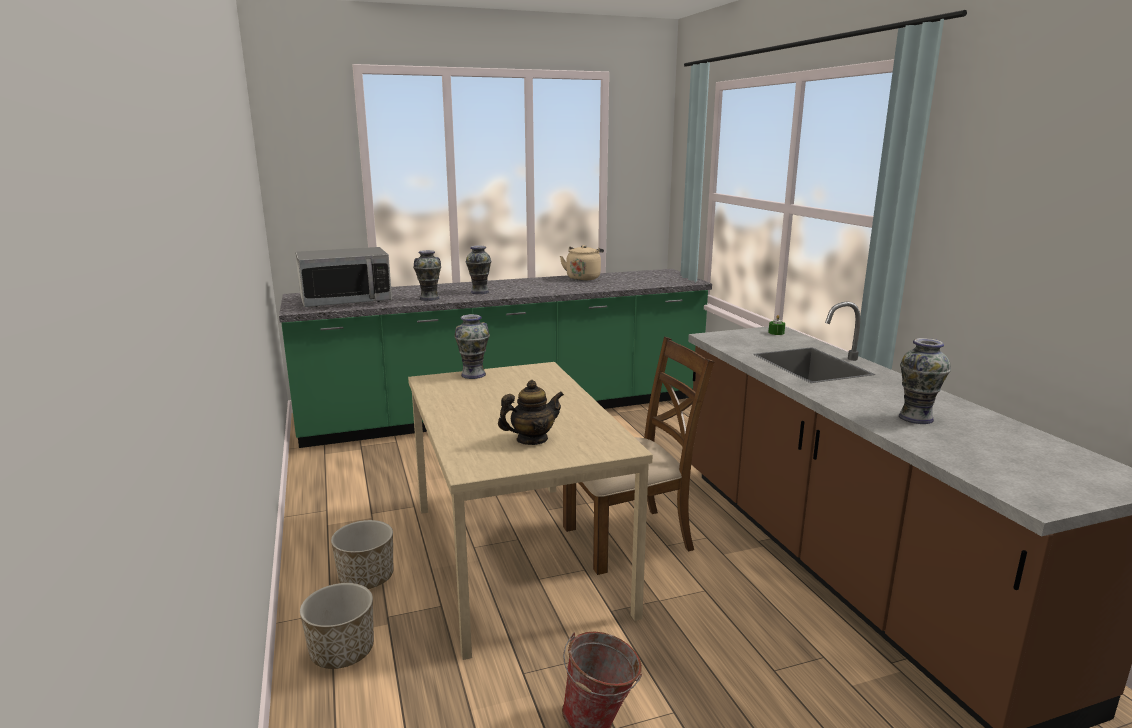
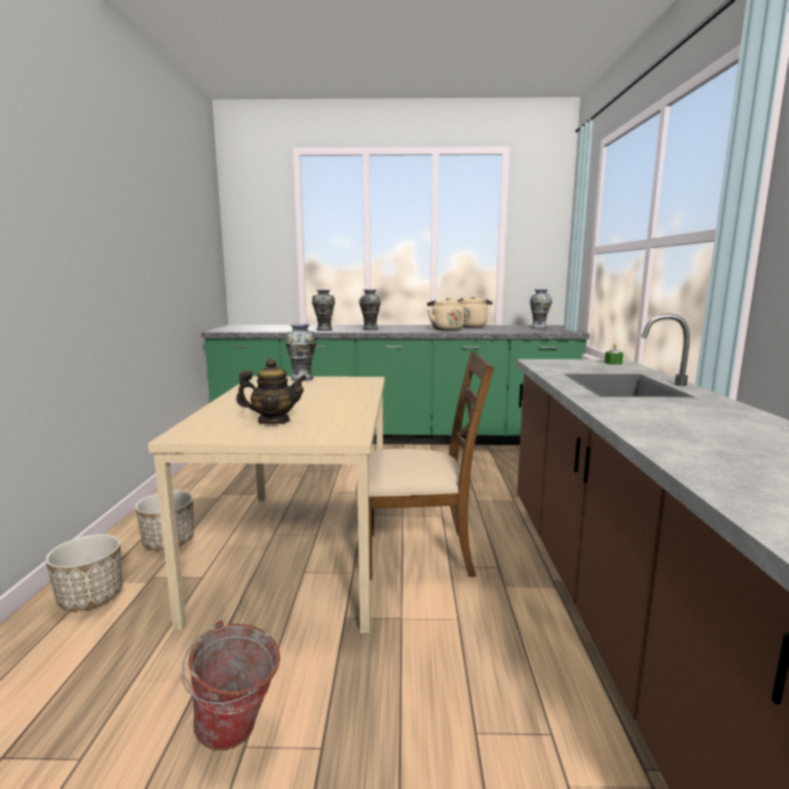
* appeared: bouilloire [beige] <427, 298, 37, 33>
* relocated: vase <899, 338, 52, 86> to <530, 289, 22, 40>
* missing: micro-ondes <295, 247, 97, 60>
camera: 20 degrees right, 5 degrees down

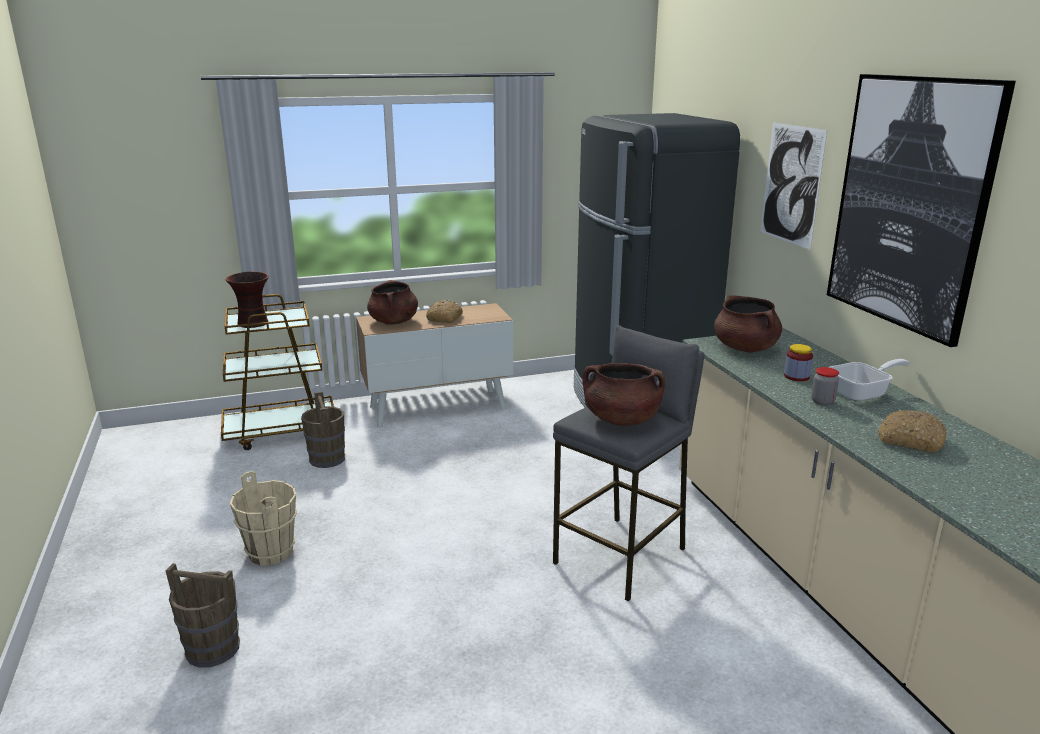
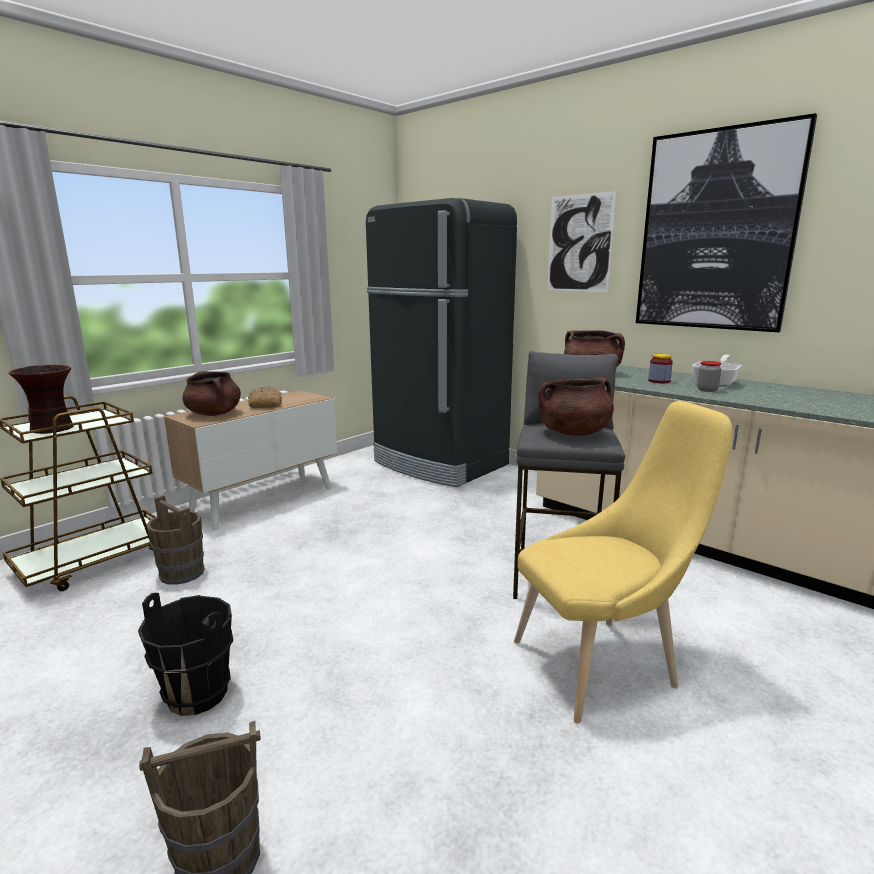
* colour: seau [beige] <230, 471, 67, 94> to seau [noir] <138, 593, 95, 123>
* appeared: chaise [jaune] <514, 401, 218, 323>
* missing: pain <878, 410, 69, 42>
camera: 30 degrees left, 5 degrees down

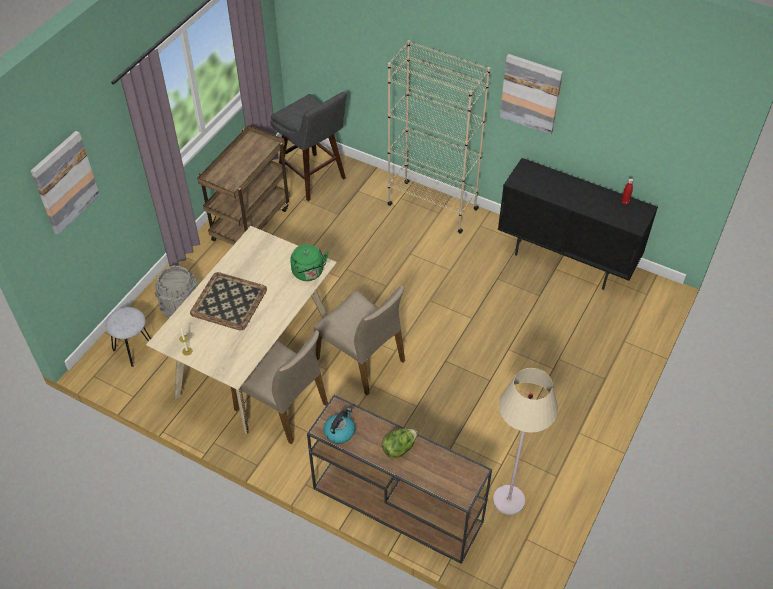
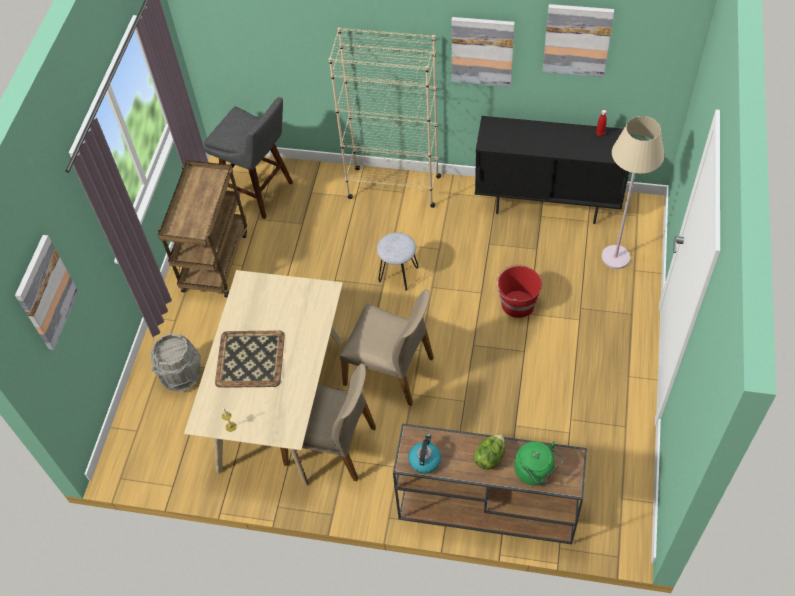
* relocated: tabouret [gris] <106, 307, 45, 60> to <377, 232, 41, 59>
* appeared: seau [rouge] <496, 264, 46, 54>
* relocated: bouilloire [vert] <290, 244, 39, 37> to <514, 441, 49, 45>
* appeared: tableau <542, 4, 72, 73>
* relocated: lampadaire [beige] <493, 368, 65, 147> to <601, 116, 63, 153>
camera: 15 degrees left, 5 degrees up

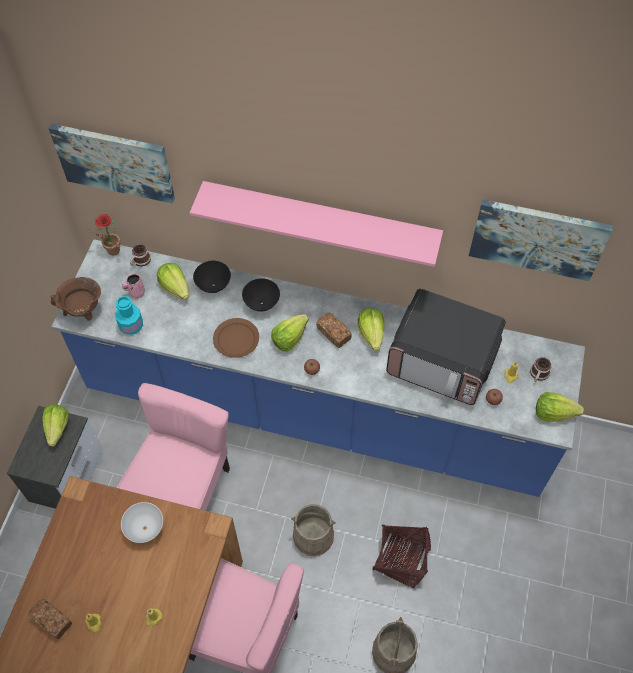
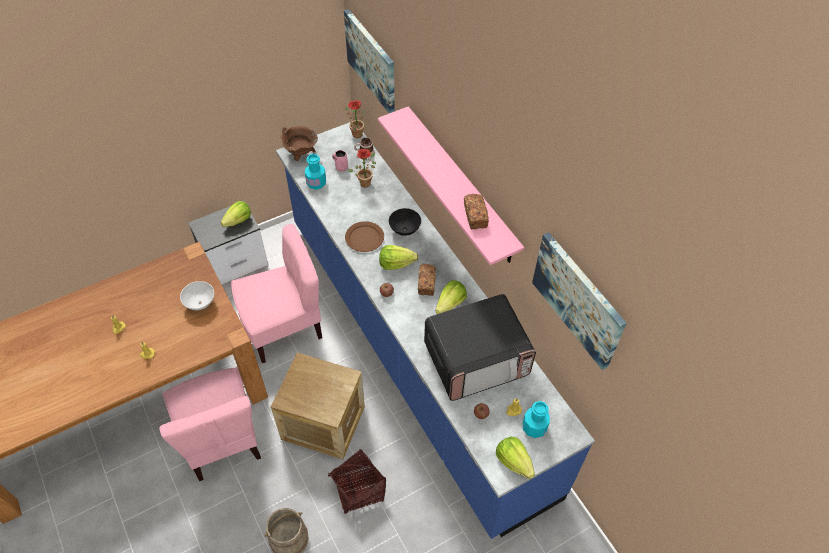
* exchanged: seau [beige] <291, 504, 45, 52> to caisse <271, 352, 94, 108>
* exchanged: laitue <157, 263, 32, 37> to plante en pot <348, 149, 28, 38>
* spun: micro-ondes <386, 289, 120, 116> = <424, 294, 112, 107> 90 degrees counterclockwise
* relocated: pain <28, 599, 44, 40> to <464, 194, 25, 35>
* exchanged: mug <530, 357, 21, 25> to bouteille [turquoise] <523, 401, 27, 37>
* missing: bol [noir] <193, 261, 38, 32>
camera: 45 degrees right, 5 degrees down

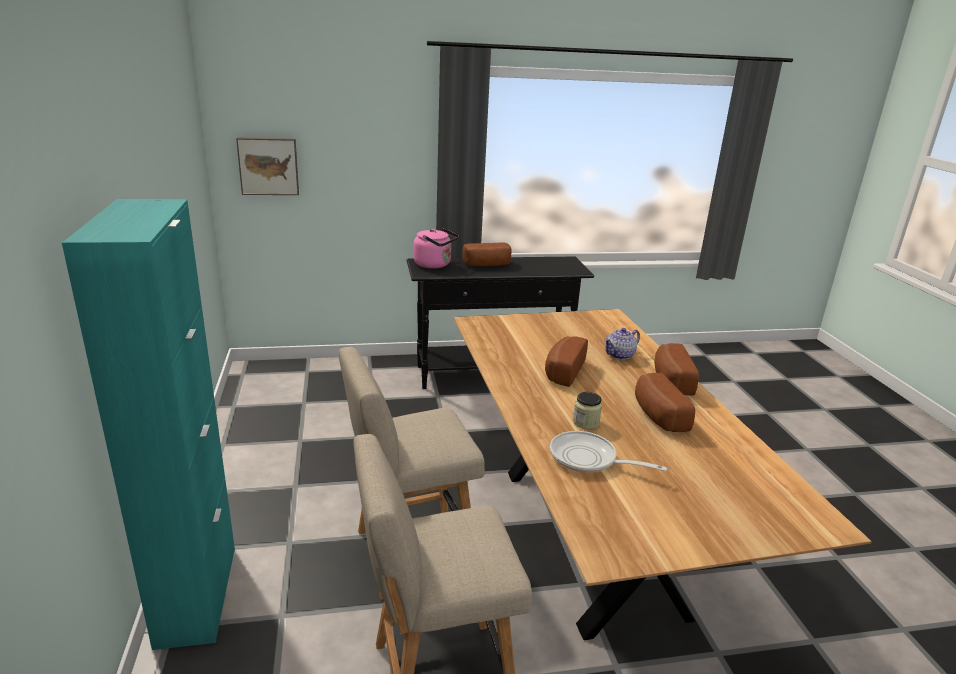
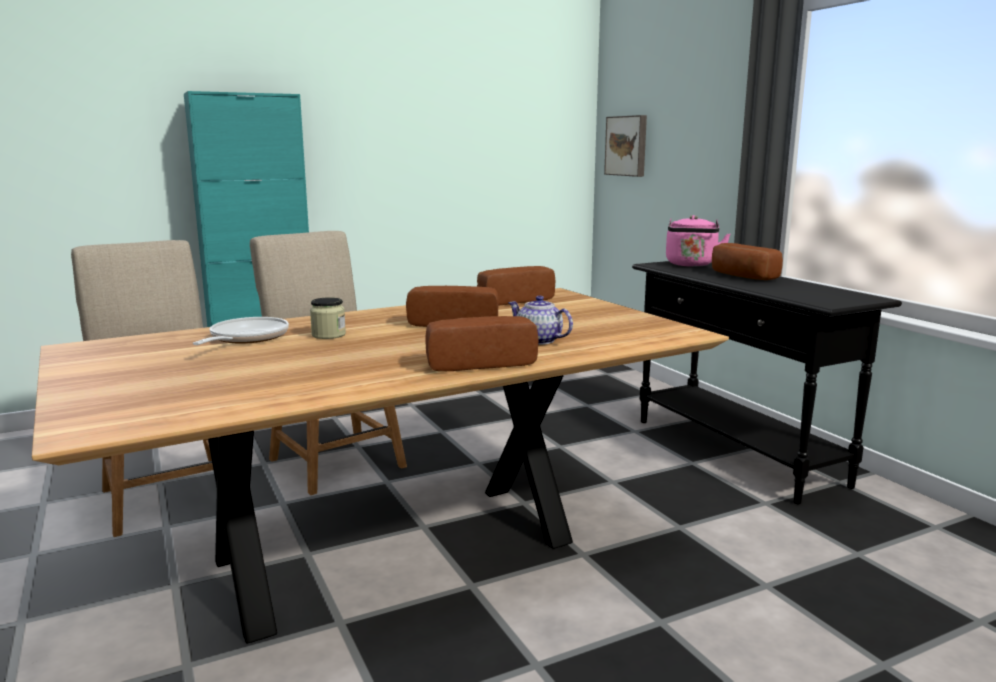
* relocated: pain <635, 373, 60, 59> to <477, 266, 79, 39>
camera: 75 degrees right, 10 degrees down

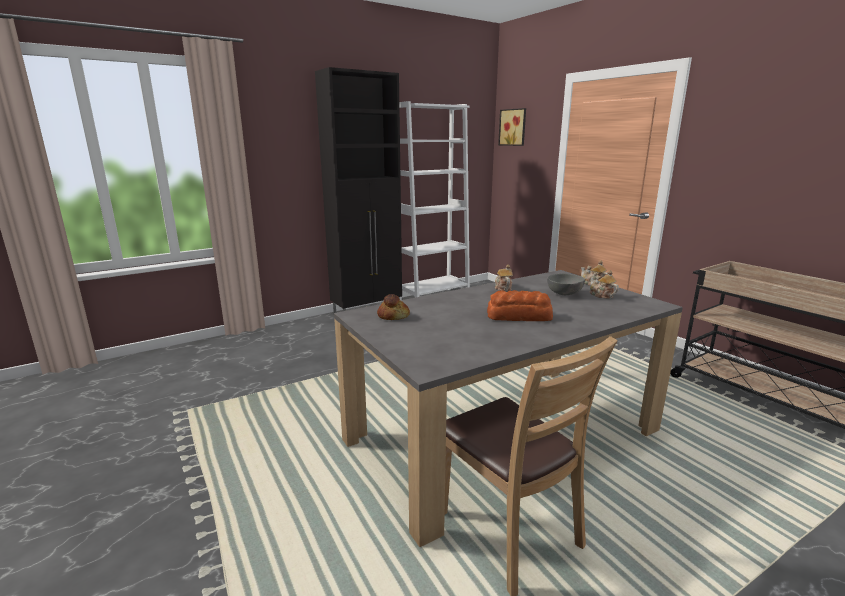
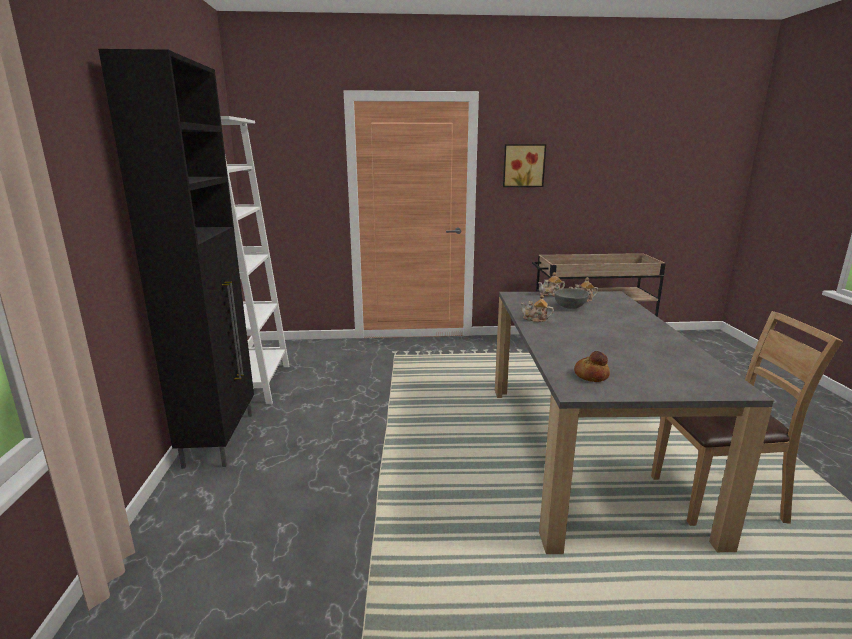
* relocated: tableau <498, 108, 28, 38> to <503, 144, 43, 43>
* missing: pain <487, 290, 66, 31>
camera: 60 degrees left, 0 degrees up

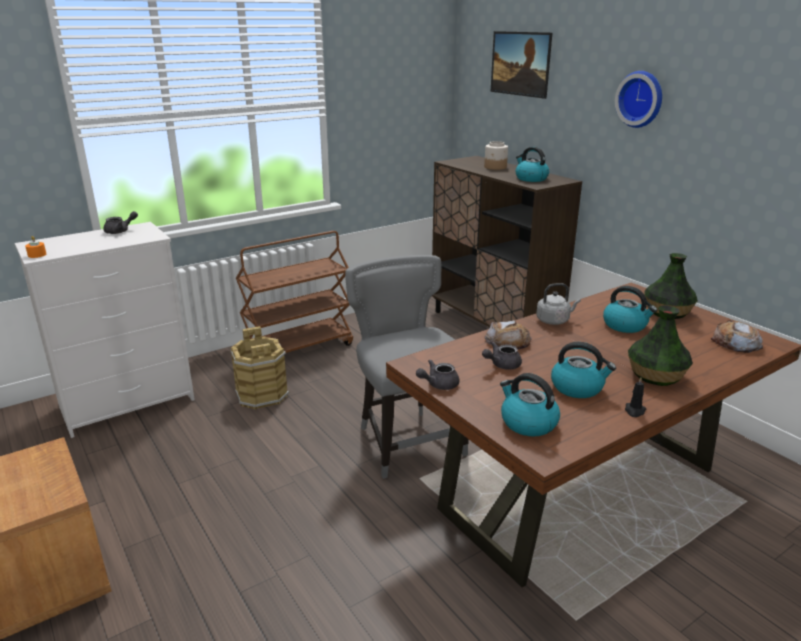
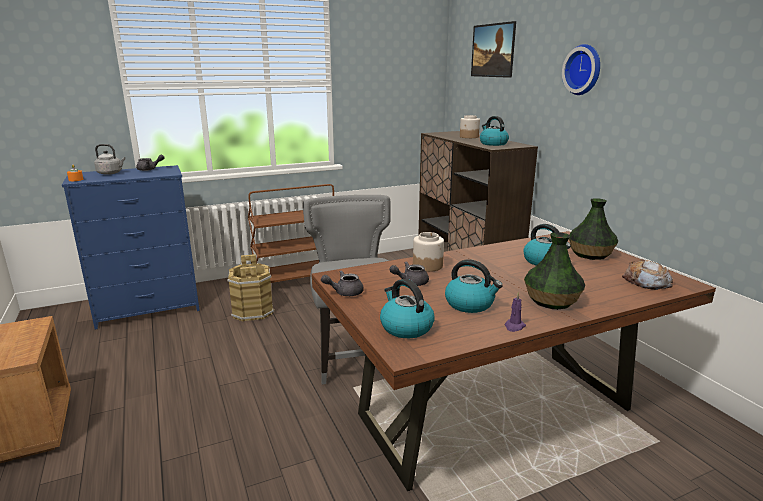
* colour: commode [blanc] <15, 222, 180, 216> to commode [bleu] <62, 165, 138, 164>
* relocated: bouilloire [gris] <536, 283, 45, 42> to <94, 144, 31, 31>
* exchanged: pain <485, 320, 47, 29> to bocal <413, 232, 31, 40>
* colour: bougie [noir] <625, 377, 21, 40> to bougie [violet] <505, 292, 21, 40>
camera: 10 degrees right, 5 degrees down

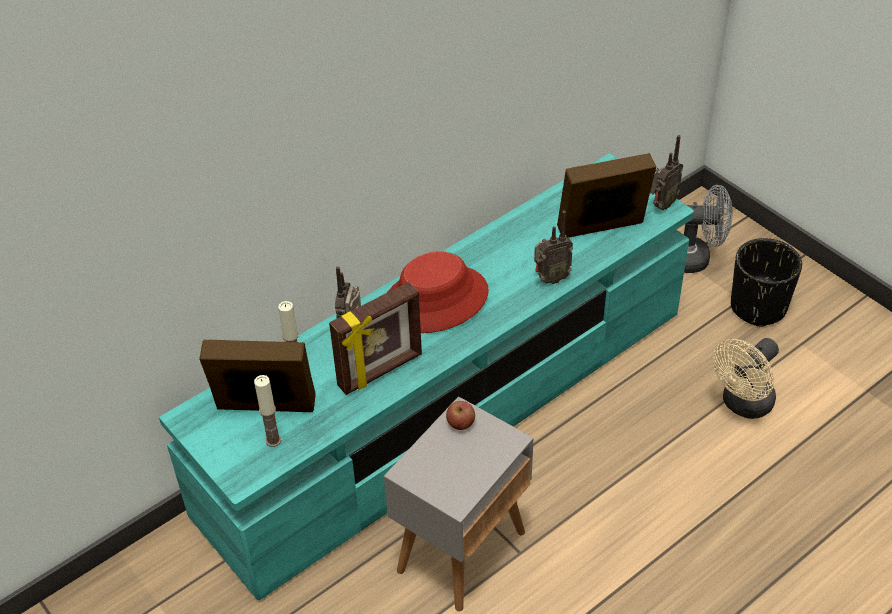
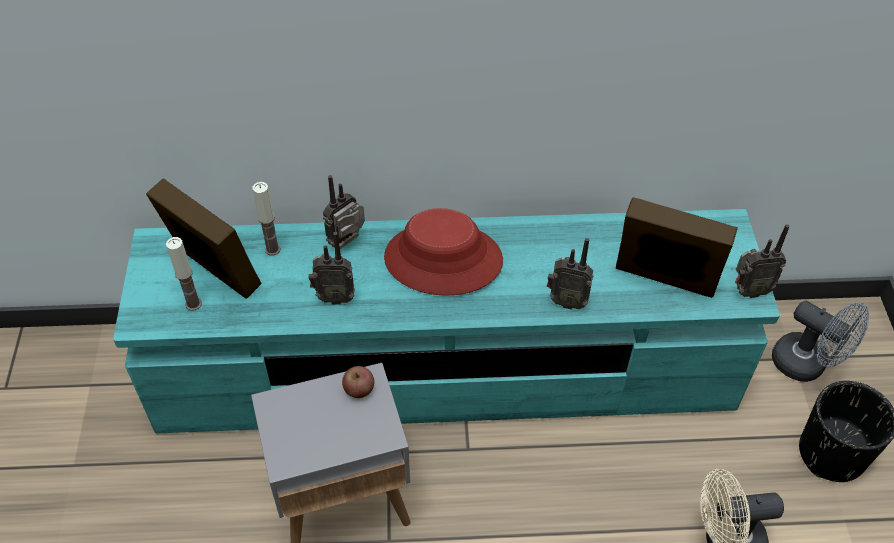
* exchanged: cadre photo <329, 282, 93, 113> to radio <309, 232, 46, 73>
camera: 35 degrees right, 5 degrees up

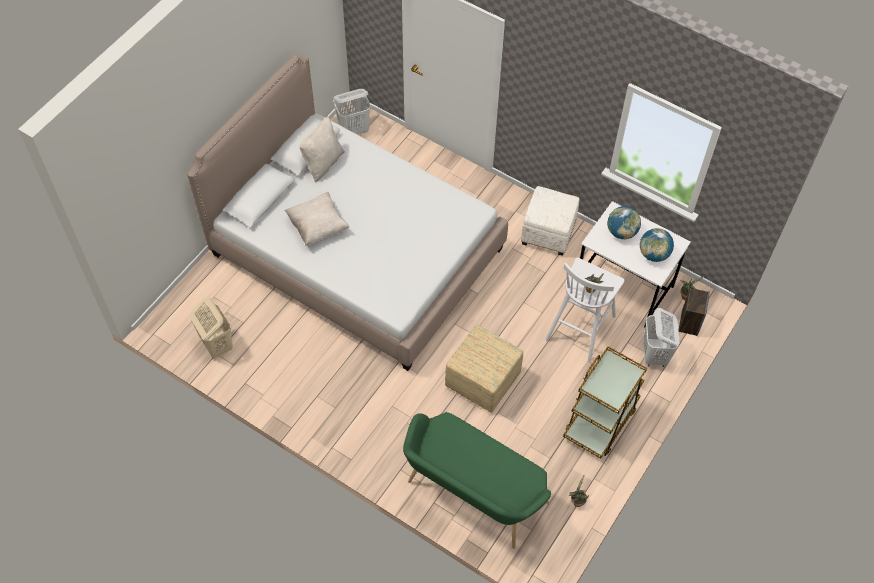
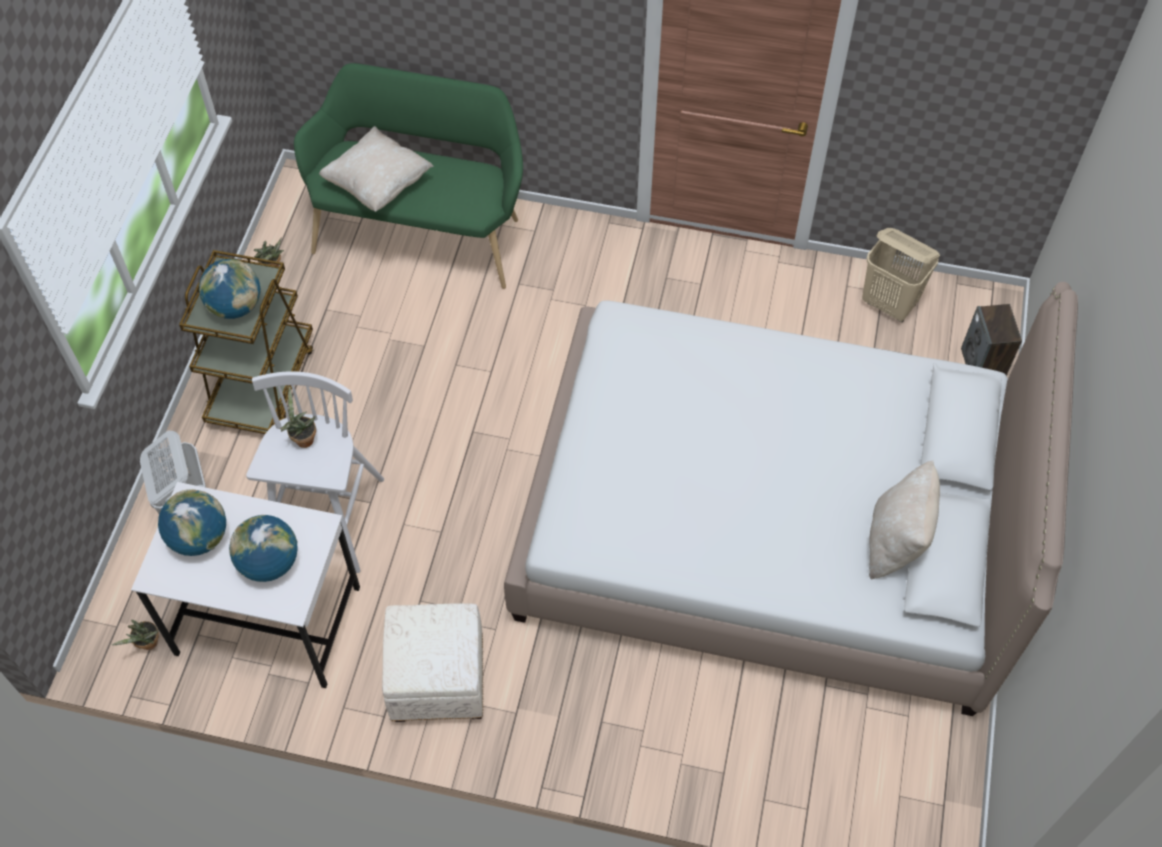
* appeared: globe <199, 259, 61, 60>
* relocated: coussin [beige] <285, 192, 64, 54> to <319, 126, 115, 86>
* relocated: enceinte <678, 288, 32, 48> to <961, 304, 61, 72>
* missing: panier à linge [blanc] <333, 89, 38, 45>
* missing: pouf <445, 325, 78, 88>
camera: 160 degrees right, 0 degrees up

